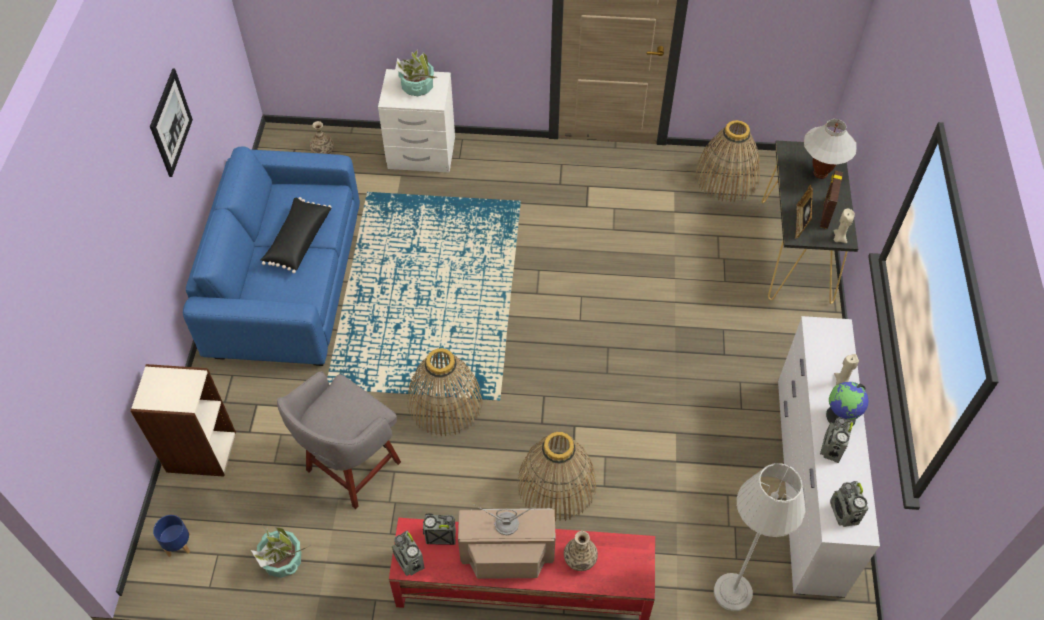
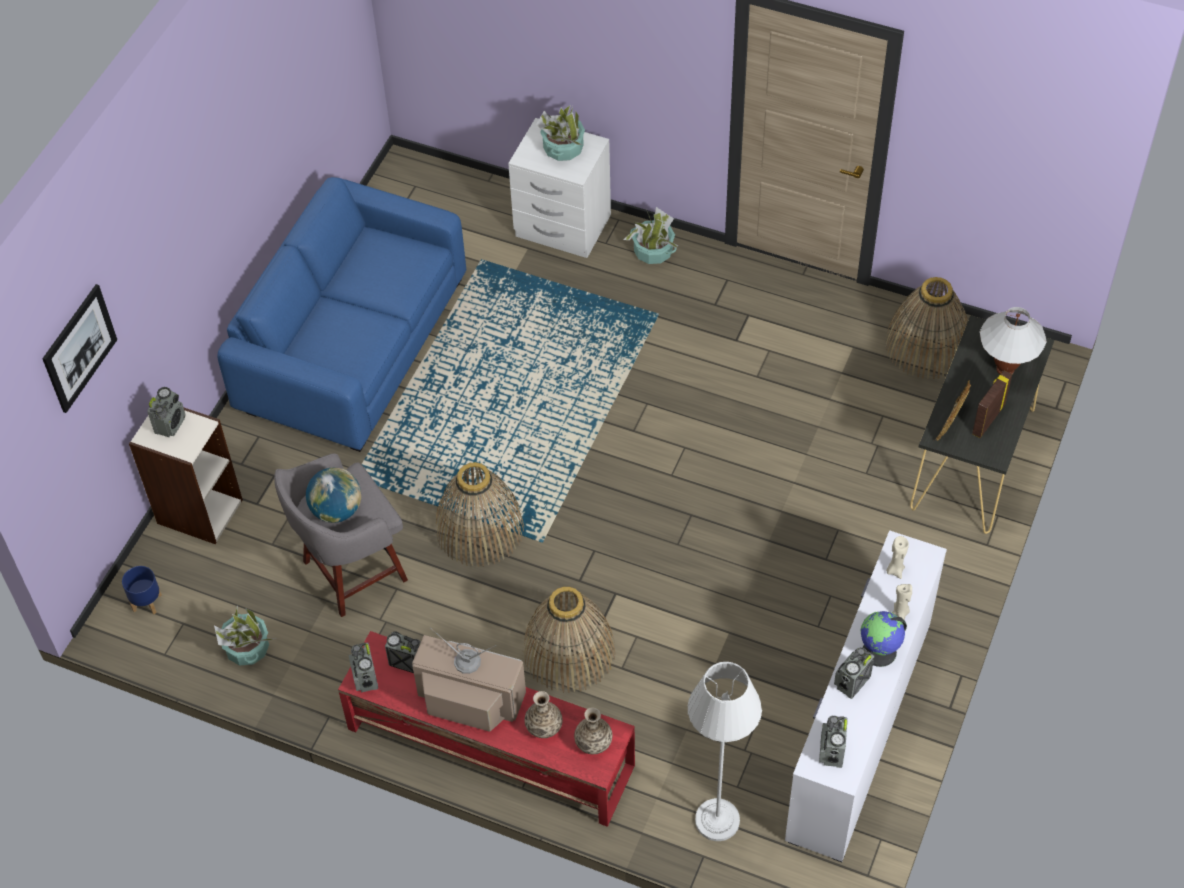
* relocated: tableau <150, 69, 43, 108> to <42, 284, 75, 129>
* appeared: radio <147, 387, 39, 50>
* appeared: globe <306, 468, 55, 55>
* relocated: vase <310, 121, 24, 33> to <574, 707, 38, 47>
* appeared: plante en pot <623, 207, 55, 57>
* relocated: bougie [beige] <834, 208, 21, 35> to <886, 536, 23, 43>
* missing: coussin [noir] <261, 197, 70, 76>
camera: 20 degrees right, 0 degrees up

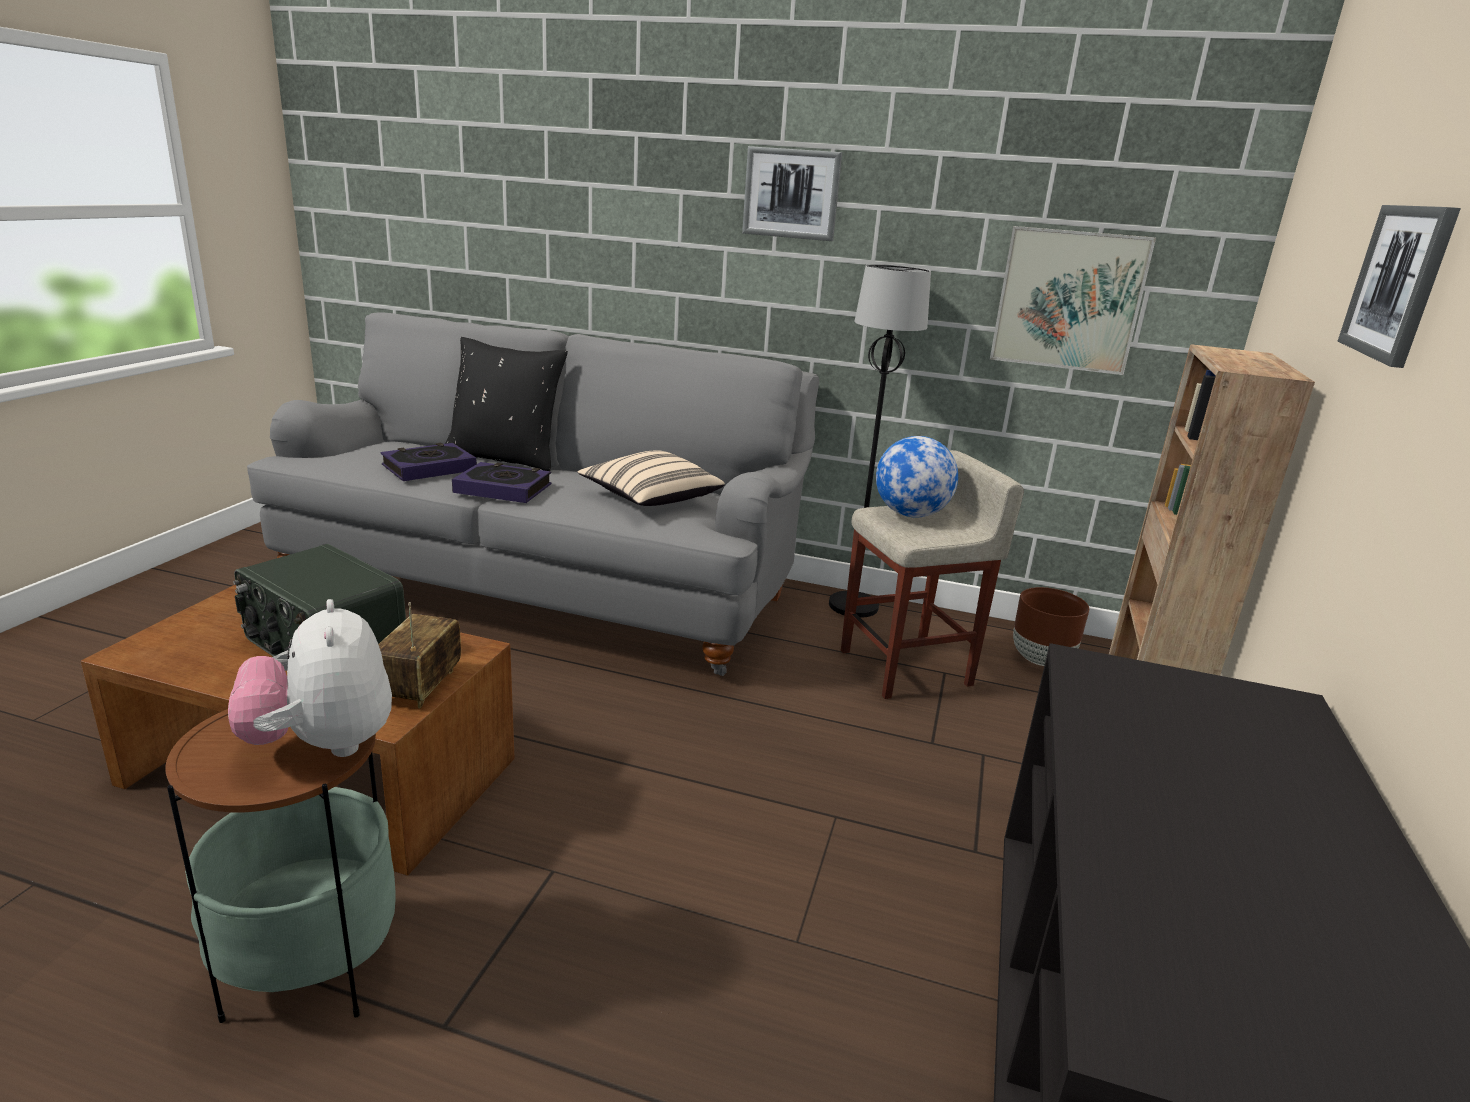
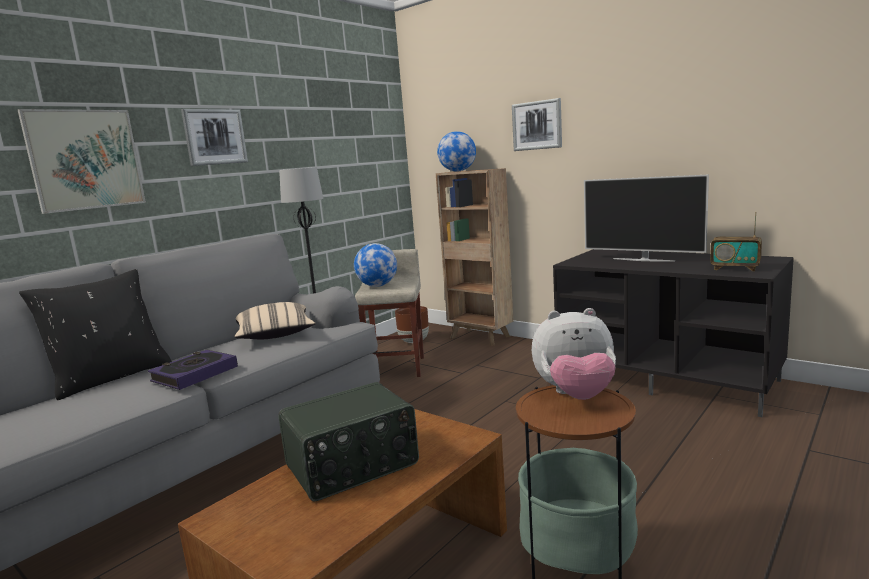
* relocated: tableau <990, 226, 166, 149> to <18, 109, 128, 105>
* appeared: globe <437, 131, 39, 41>
* appeared: téléviseur <584, 175, 125, 87>
* relocated: radio <378, 602, 83, 106> to <710, 212, 52, 59>
* missing: livre <381, 443, 96, 38>
camera: 65 degrees left, 10 degrees down

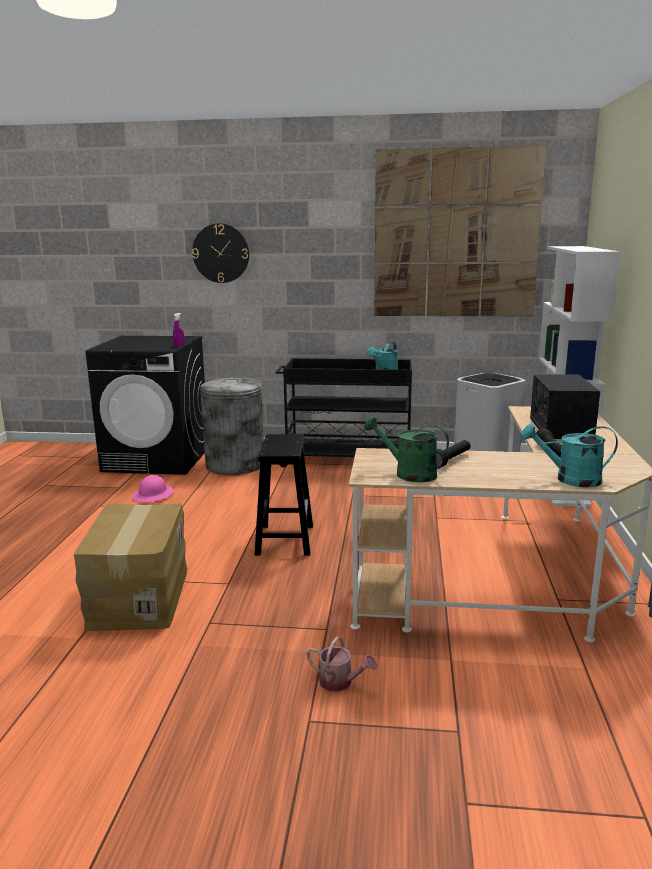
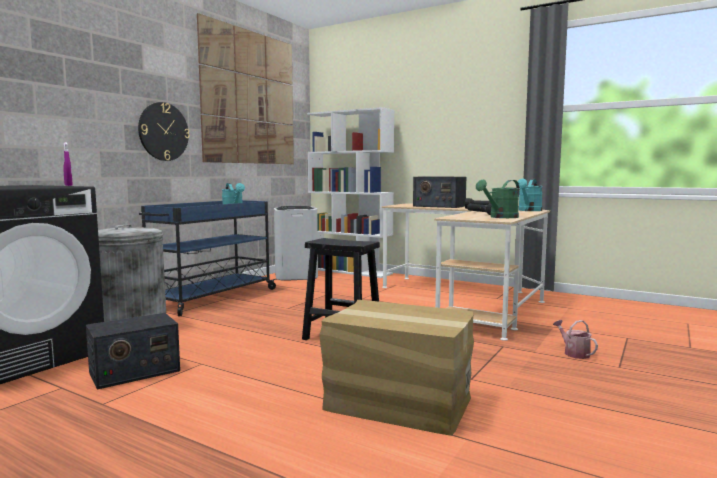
* exchanged: casque de chantier [rose] <132, 475, 42, 27> to radio <86, 313, 94, 76>
* relocated: horloge murale <192, 223, 57, 60> to <138, 102, 52, 59>
* colour: chariot [noir] <275, 358, 137, 109> to chariot [bleu] <139, 200, 138, 116>
* spun: arrosoir <307, 637, 70, 55> = <553, 320, 45, 39> 75 degrees counterclockwise
camera: 65 degrees left, 10 degrees down

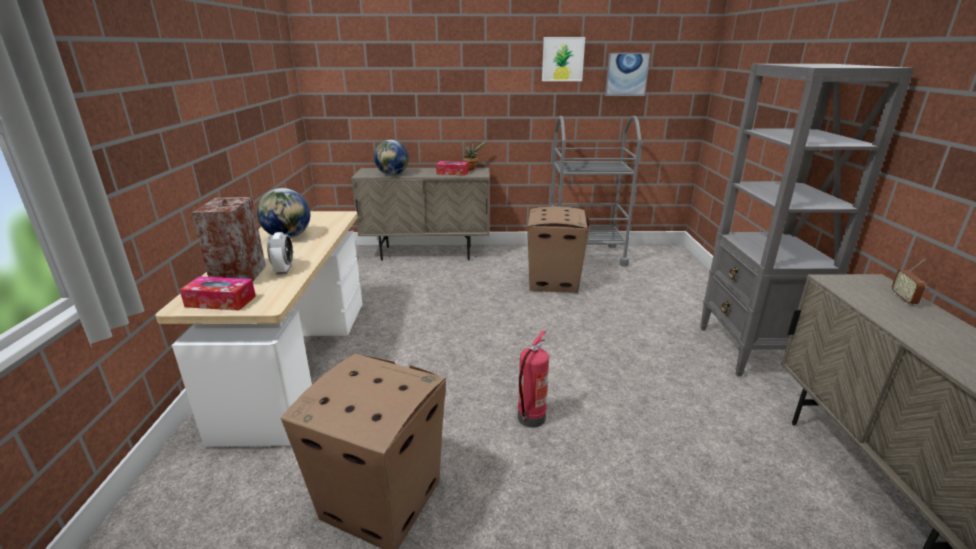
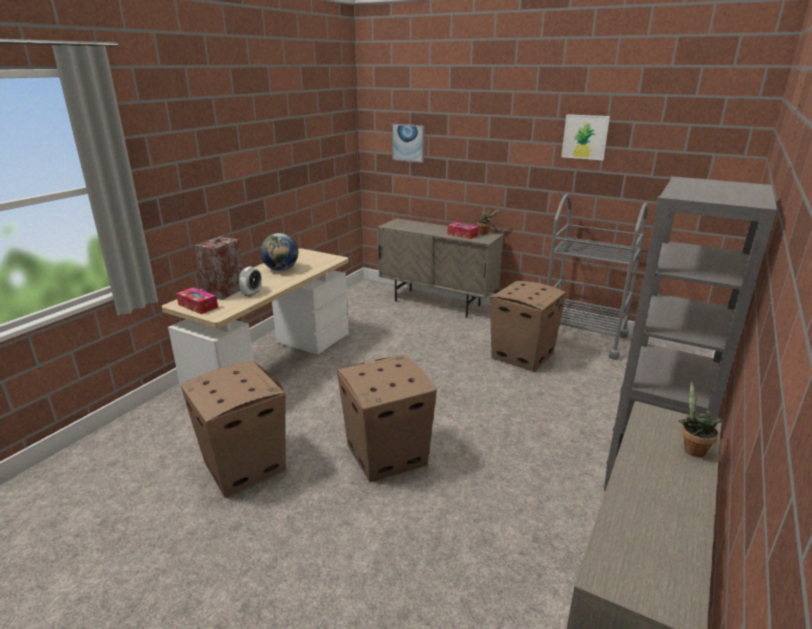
* exchanged: extincteur <518, 330, 31, 98> to carton <337, 355, 100, 127>
* relocated: tableau <605, 53, 45, 43> to <392, 124, 32, 39>
* exchanged: radio <892, 259, 34, 46> to plante en pot <678, 381, 44, 76>
* missing: globe <374, 140, 35, 35>
camera: 30 degrees right, 0 degrees up

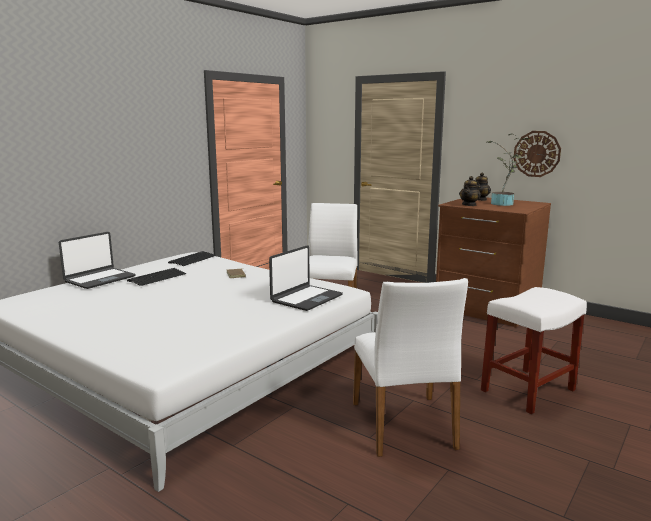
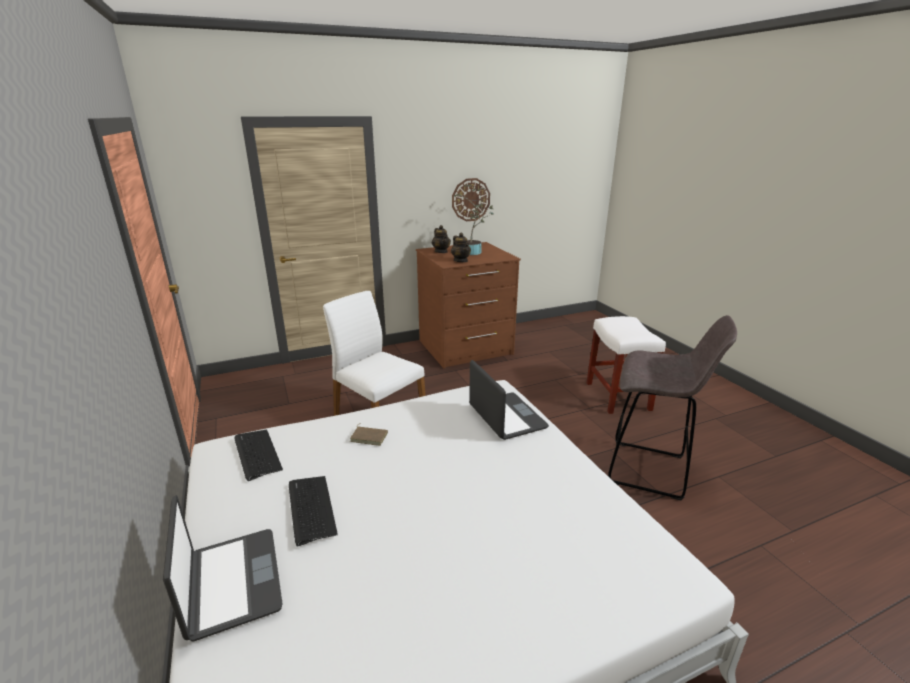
* exchanged: chaise [blanc] <353, 278, 115, 179> to tabouret [gris] <608, 315, 129, 186>
camera: 60 degrees left, 10 degrees up

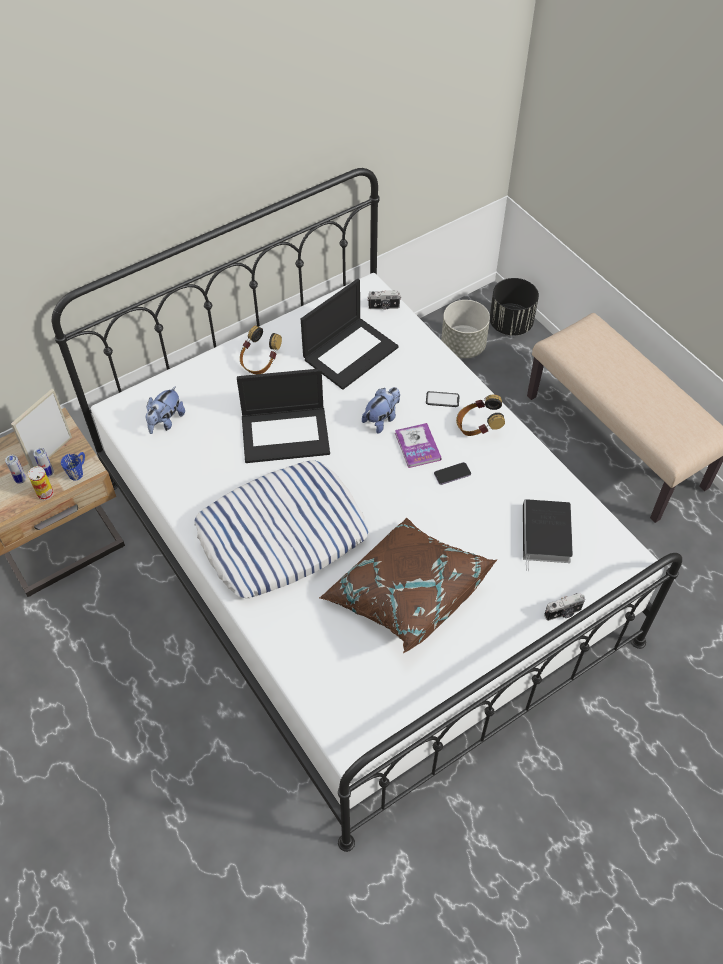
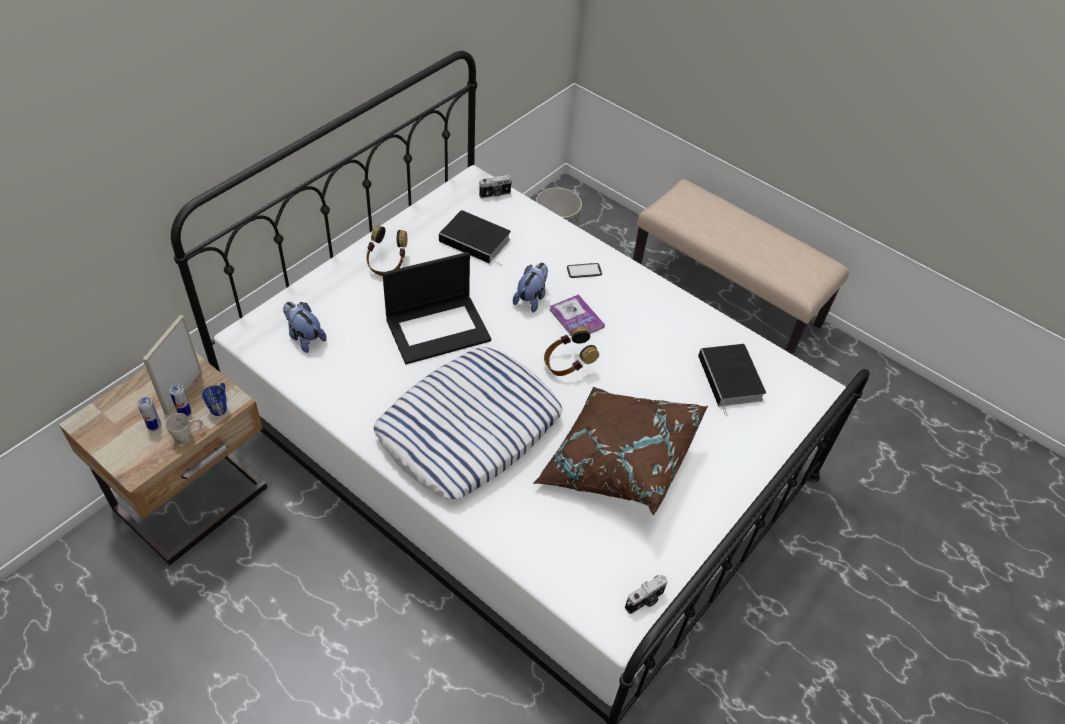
* exchanged: boîte métallique <28, 466, 26, 34> to mug [blanc] <165, 413, 38, 32>
* spun: peluche <146, 386, 39, 48> = <283, 302, 44, 51> 120 degrees clockwise
* exchanged: ordinateur portable <301, 279, 97, 111> to livre <439, 210, 72, 56>
* relocated: casque audio <456, 394, 49, 42> to <544, 327, 55, 49>
* relocated: appareil photo <544, 593, 41, 28> to <625, 574, 42, 40>
* missing: téléphone <434, 462, 37, 23>
* missing: cache-pot [noir] <490, 278, 49, 58>
camera: 20 degrees left, 5 degrees down

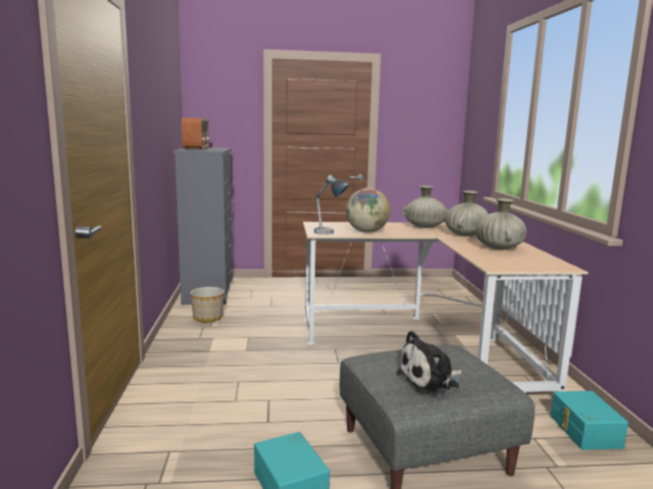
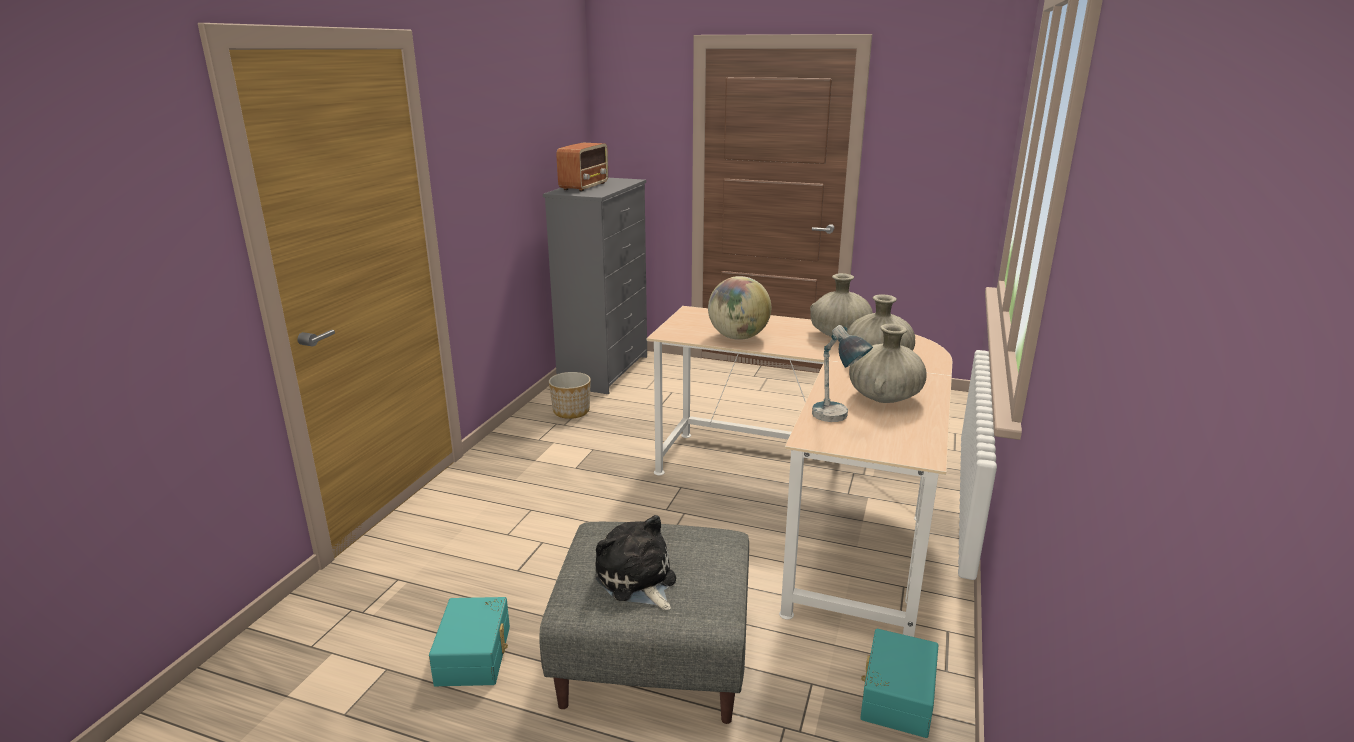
* spun: peluche <396, 331, 67, 64> = <595, 515, 81, 95> 60 degrees clockwise
* relocated: lampe de table <314, 175, 35, 60> to <812, 325, 61, 97>
camera: 25 degrees right, 10 degrees up

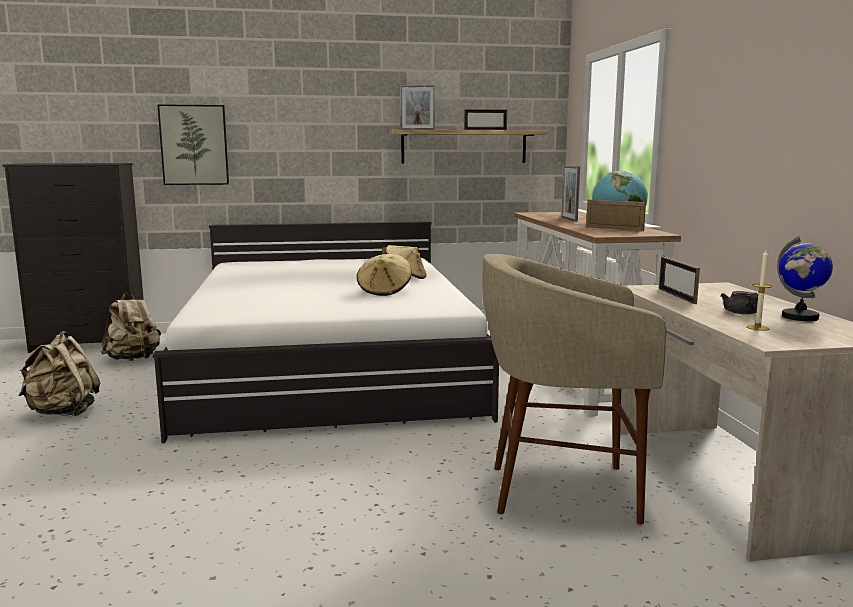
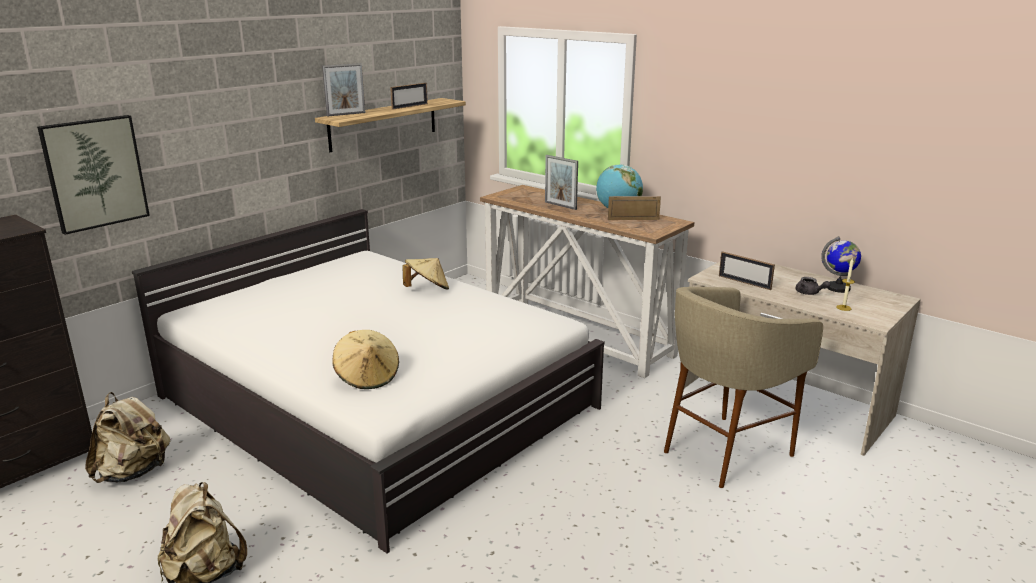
* relocated: chapeau [beige] <357, 254, 55, 42> to <332, 330, 67, 59>
camera: 40 degrees left, 10 degrees up

